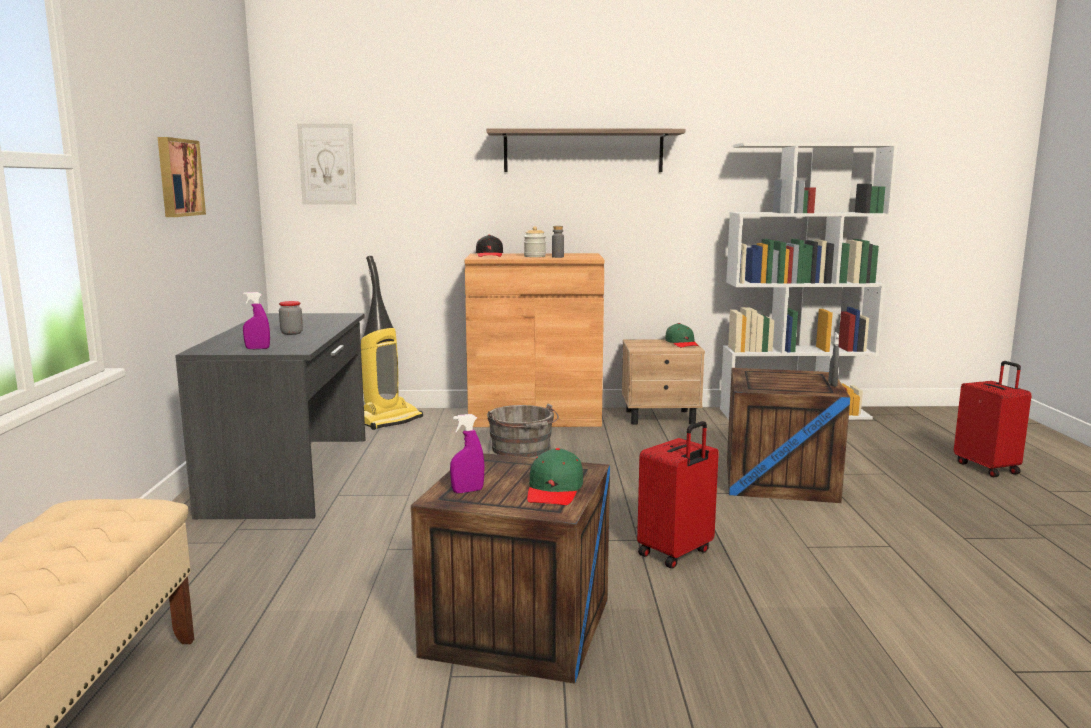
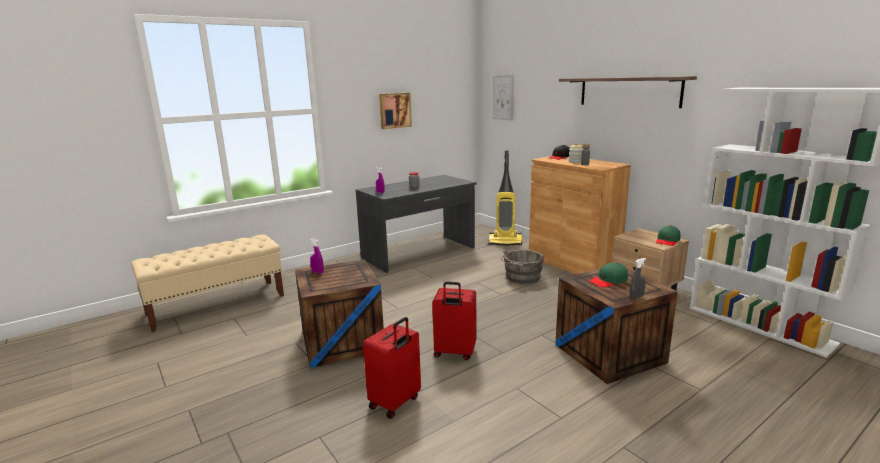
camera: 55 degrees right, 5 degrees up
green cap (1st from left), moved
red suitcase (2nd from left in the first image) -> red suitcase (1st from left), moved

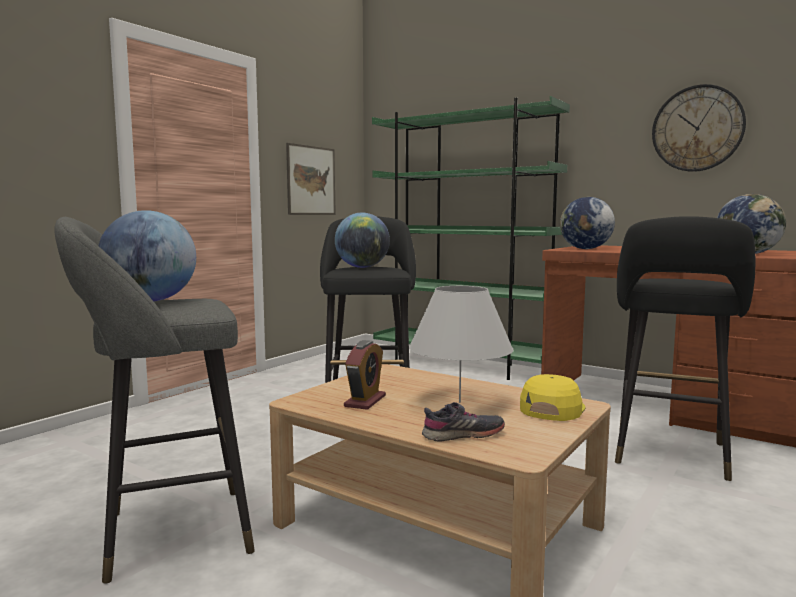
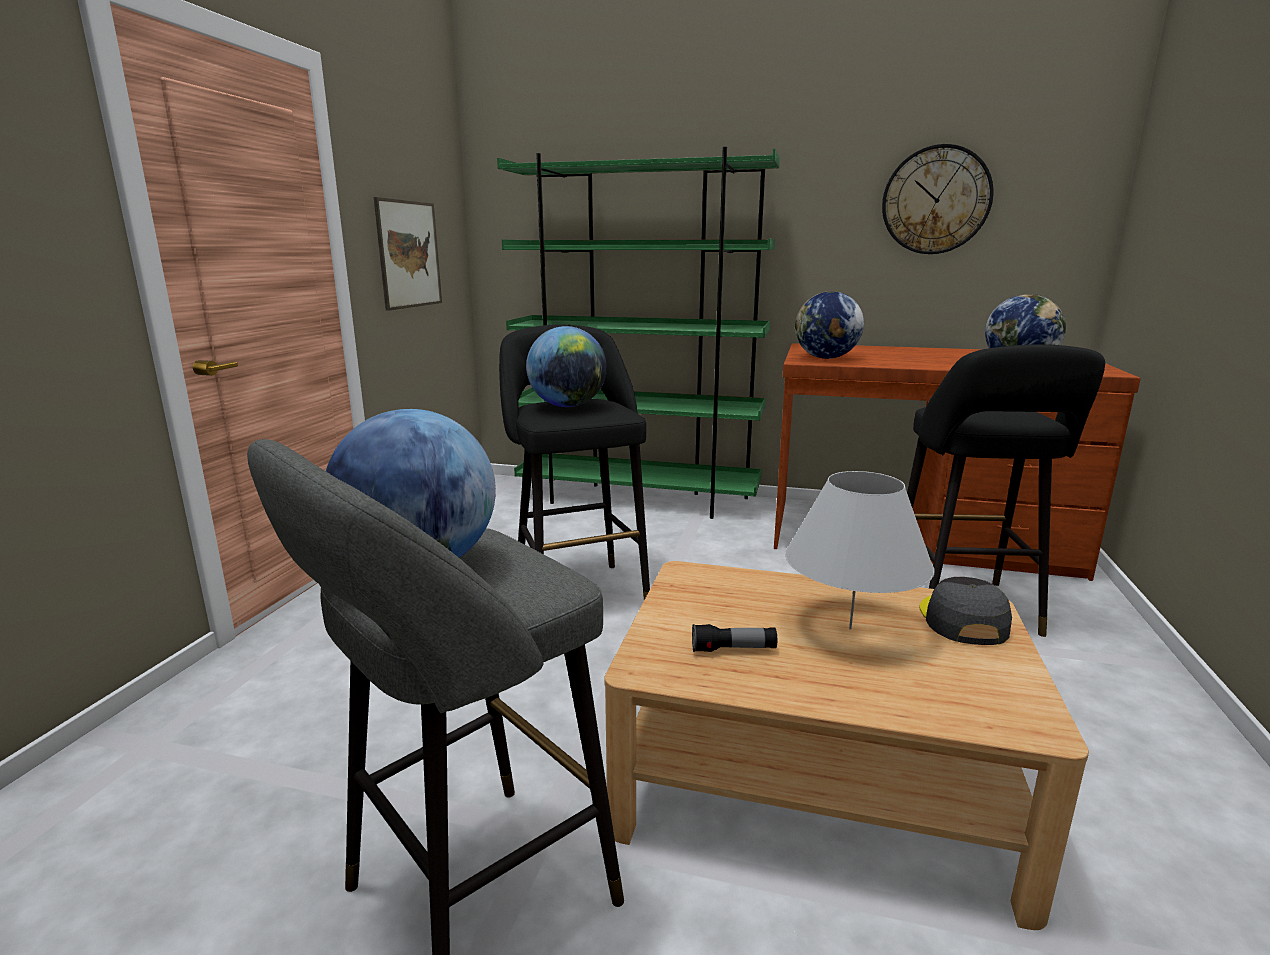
camera: 20 degrees left, 10 degrees up
alarm clock -> flashlight
grey shoe -> none
yellow cap -> grey cap

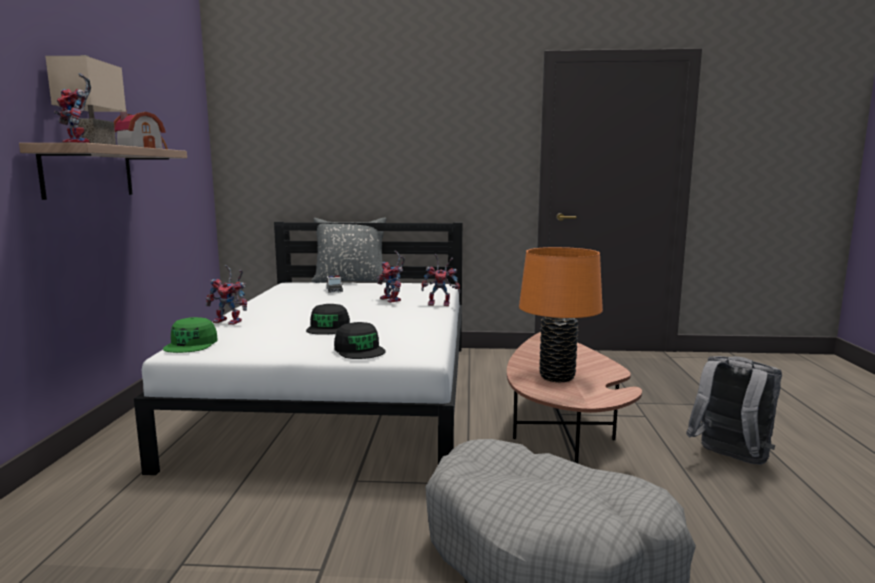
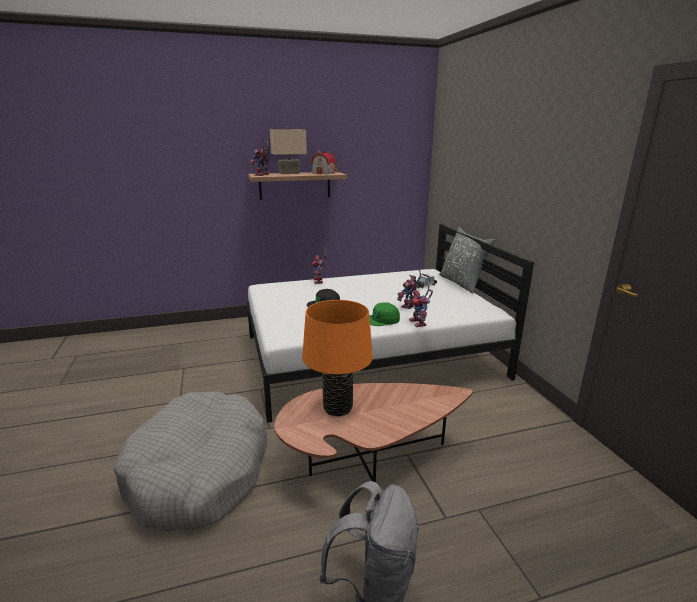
camera: 70 degrees right, 10 degrees up
green cap, moved
black cap (2nd from left) -> none

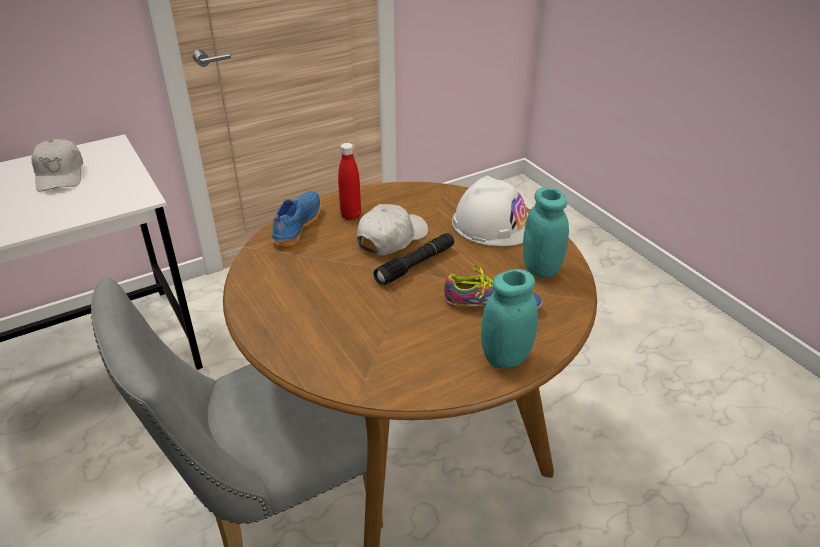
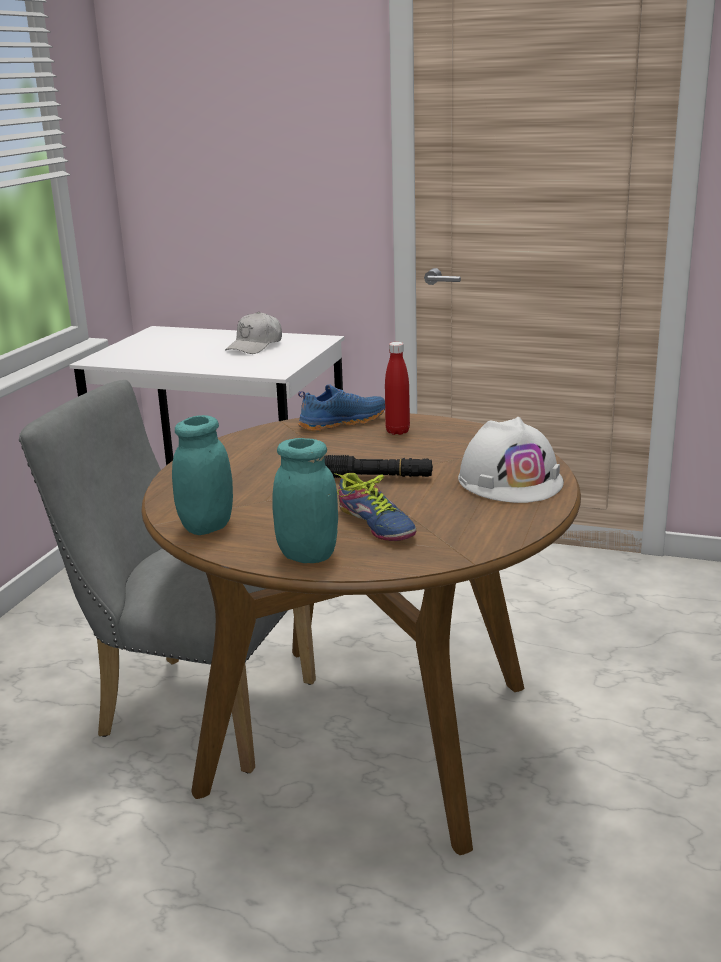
camera: 50 degrees right, 15 degrees down
white cap (2nd from left) -> none
turquoise jar (2nd from left in the first image) -> turquoise jar (1st from left), moved

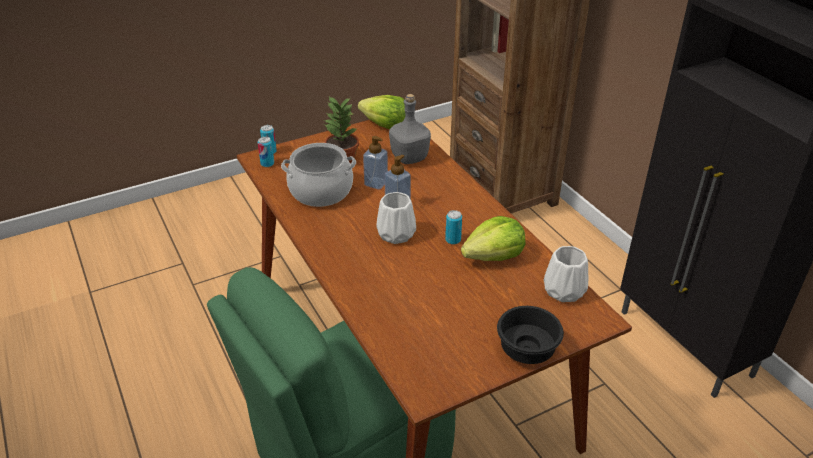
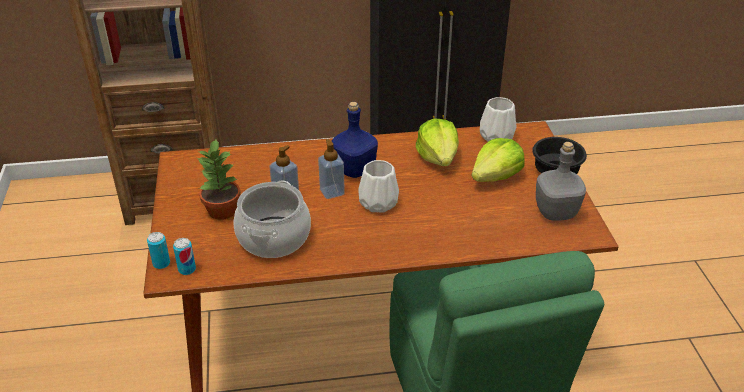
camera: 70 degrees left, 0 degrees up
lettuce (1st from left in the first image) -> lettuce (2nd from left), moved
grey bottle, moved
can (3rd from left) -> none
none -> blue bottle

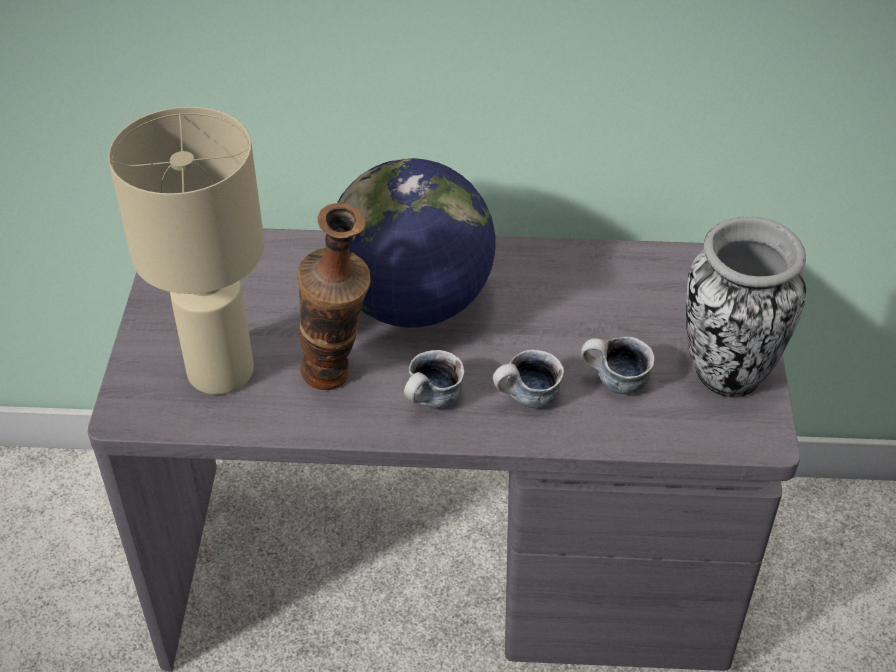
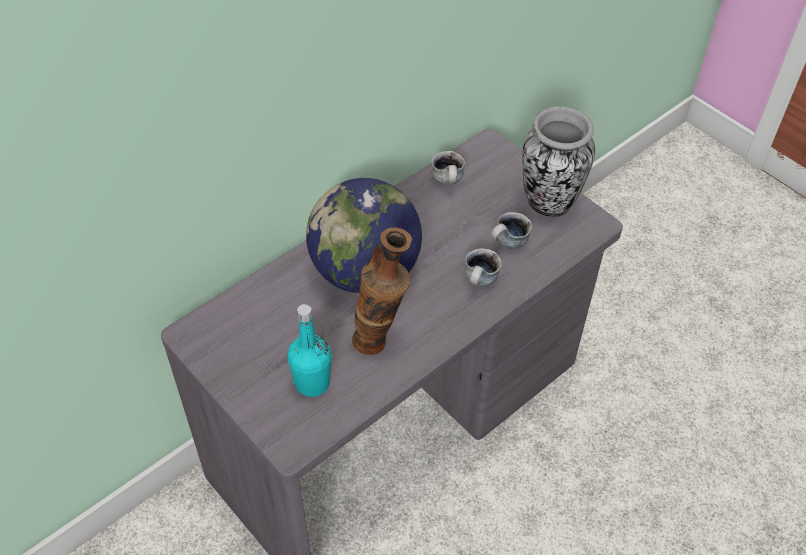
camera: 45 degrees left, 5 degrees up
beige table lamp -> turquoise bottle
mug (1st from left), moved

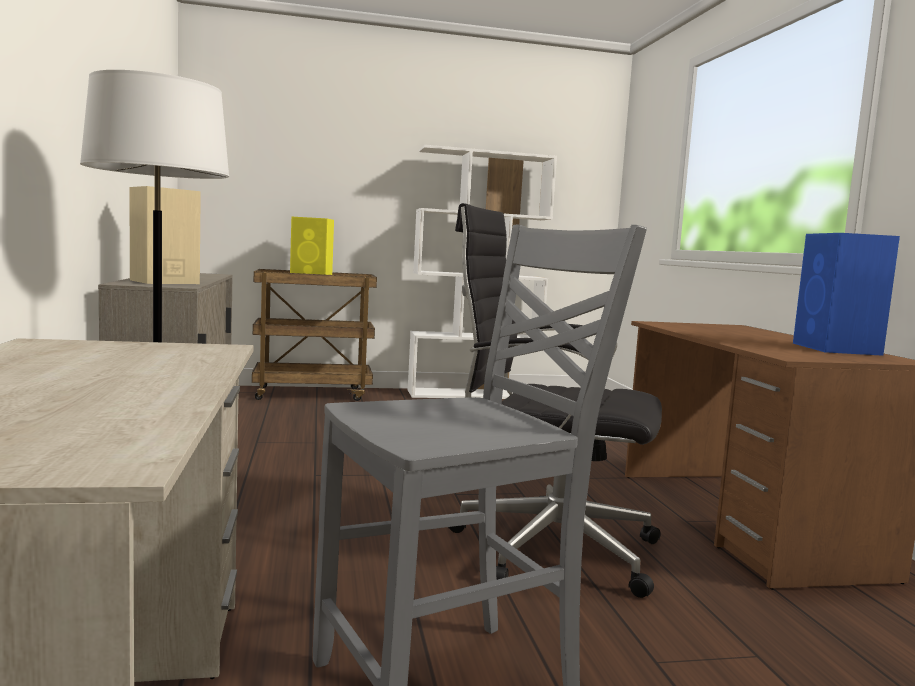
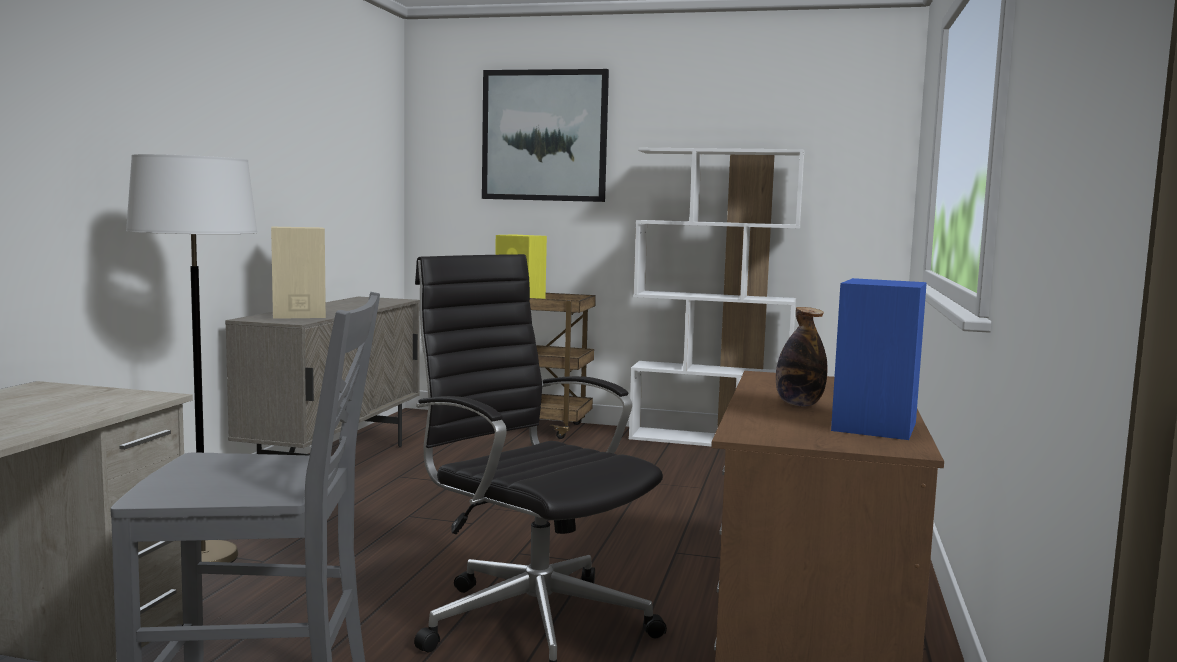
camera: 25 degrees right, 0 degrees up
none -> picture
none -> bottle

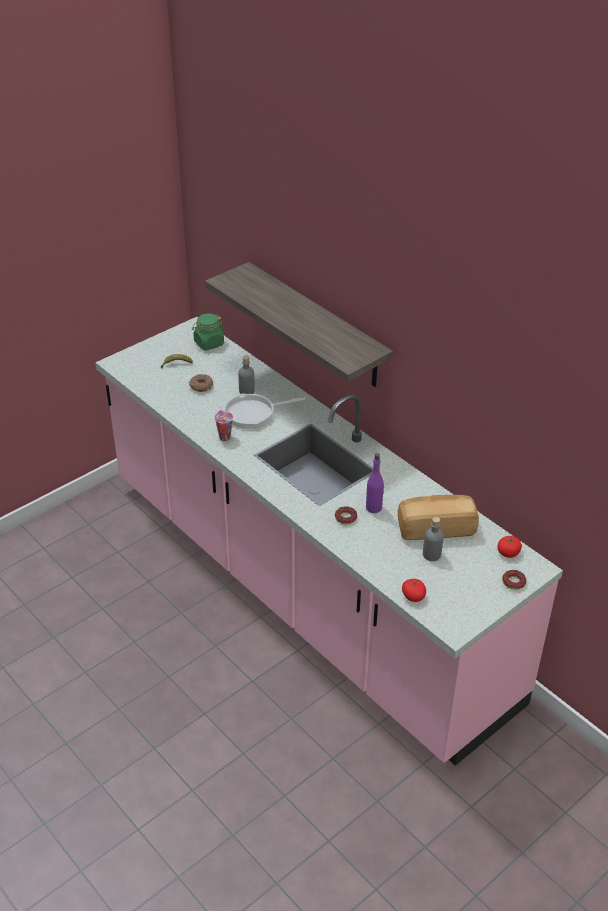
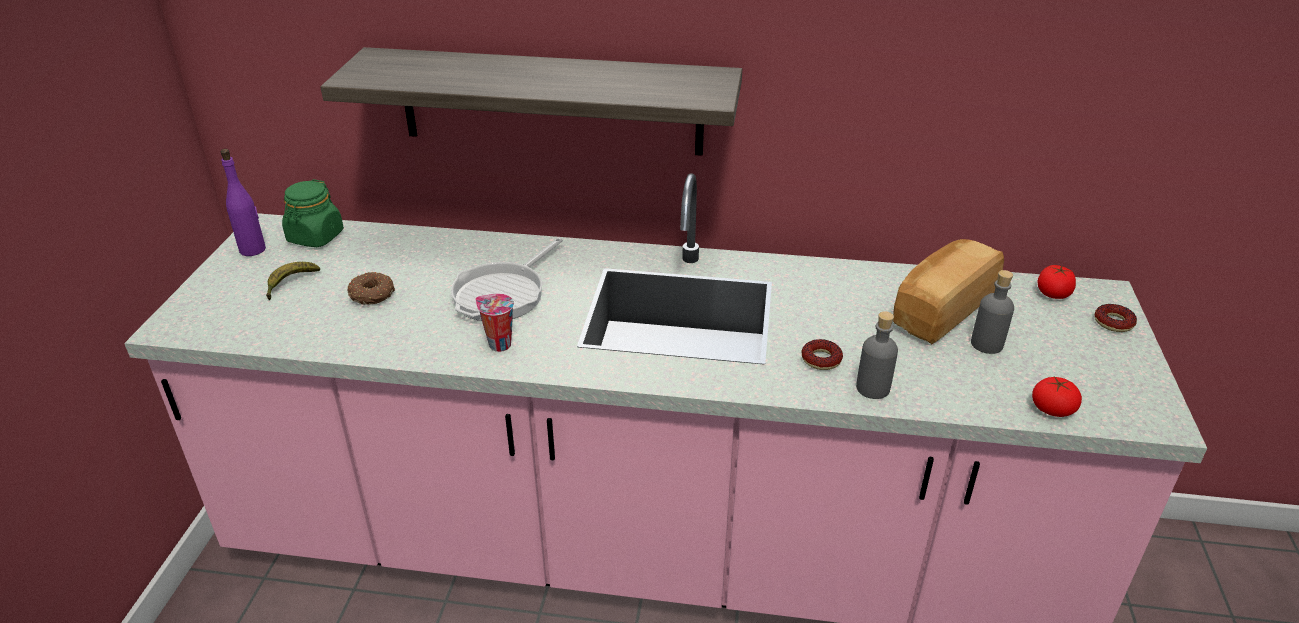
camera: 40 degrees left, 5 degrees down
grey bottle (1st from left), moved
purple bottle, moved

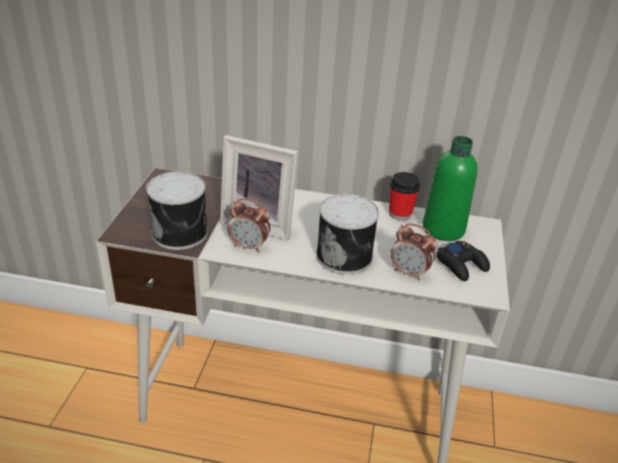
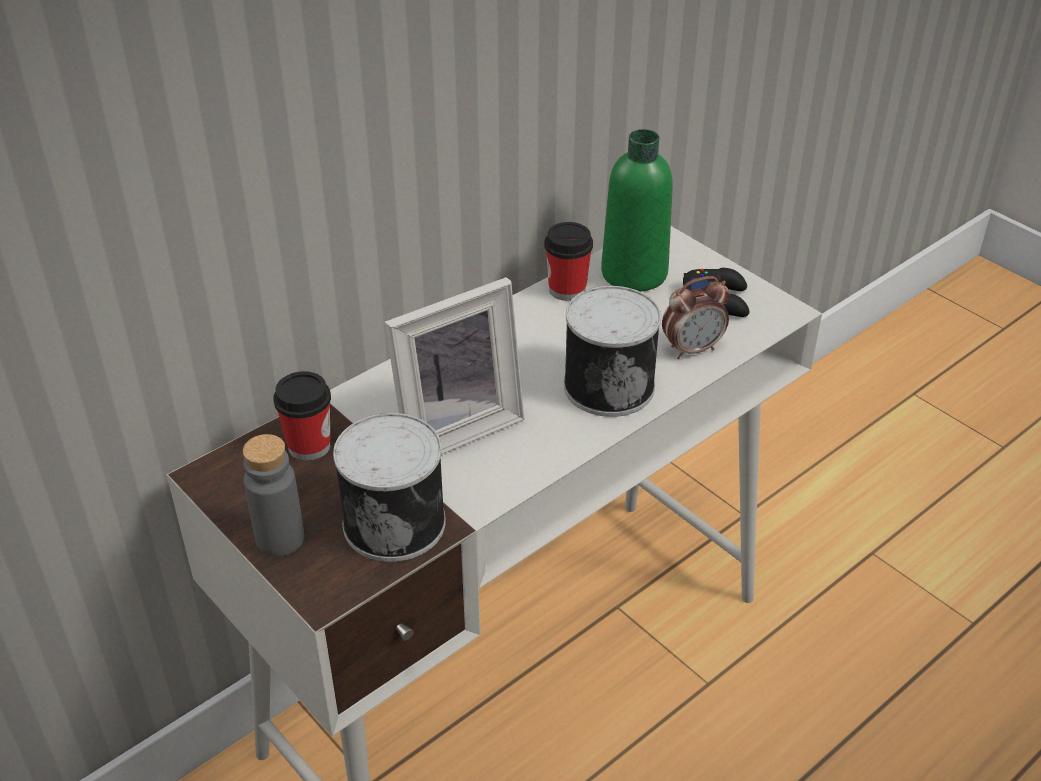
camera: 50 degrees left, 5 degrees up
alarm clock (1st from left) -> none
none -> grey bottle
none -> cup (1st from left)

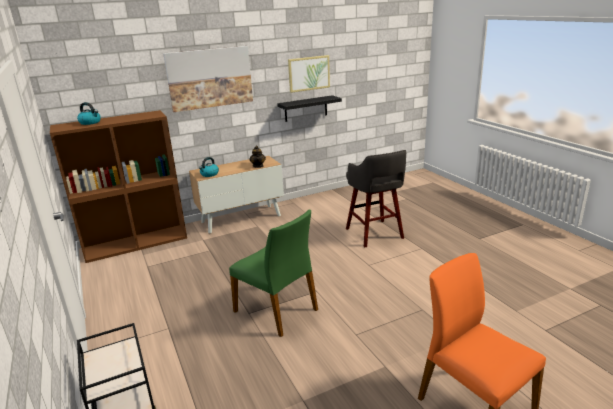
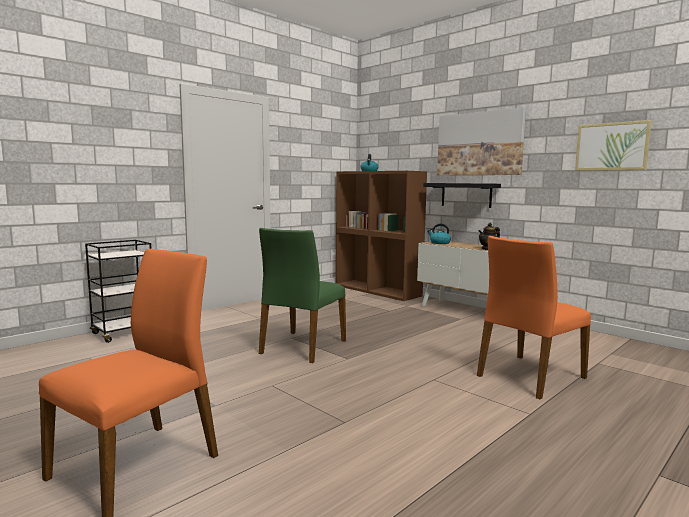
camera: 70 degrees right, 15 degrees down
black shelf, moved
grey stool -> orange chair (2nd from left)

